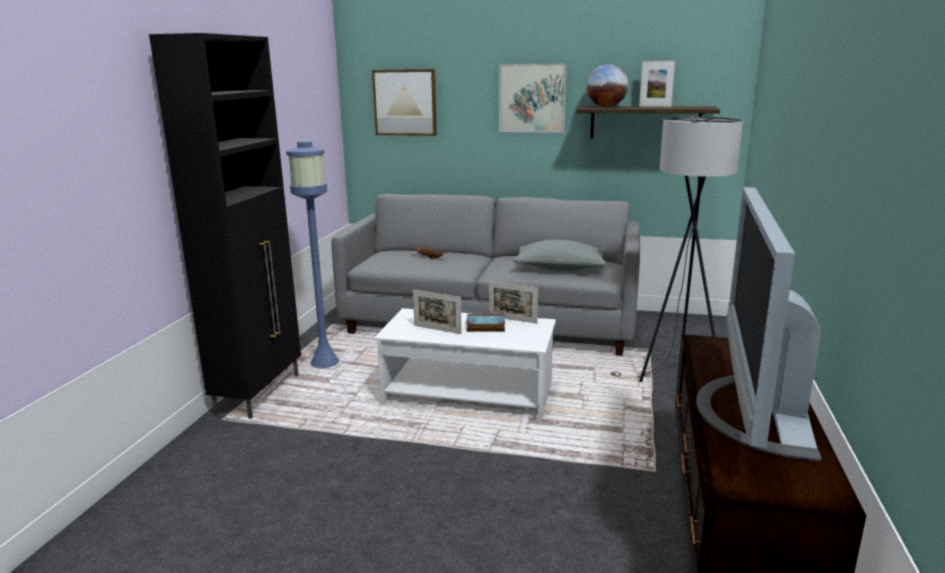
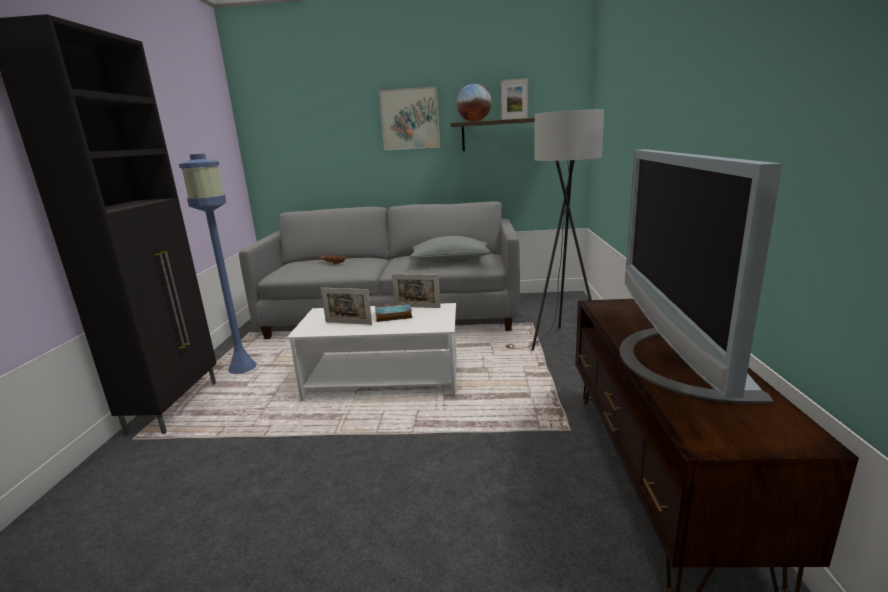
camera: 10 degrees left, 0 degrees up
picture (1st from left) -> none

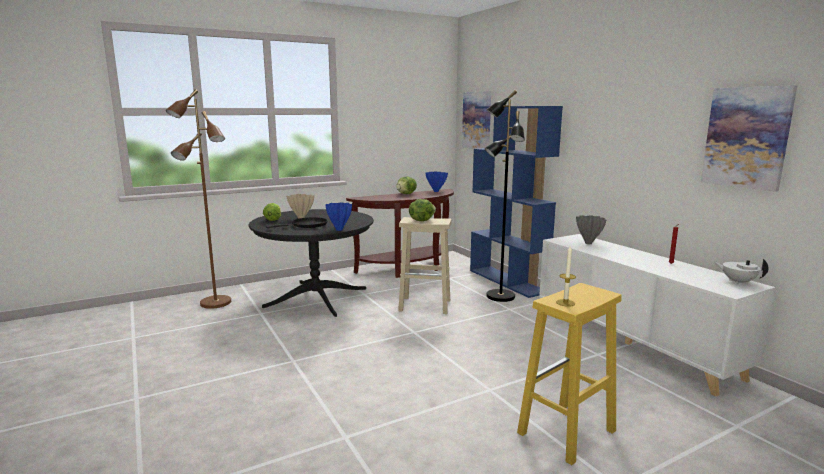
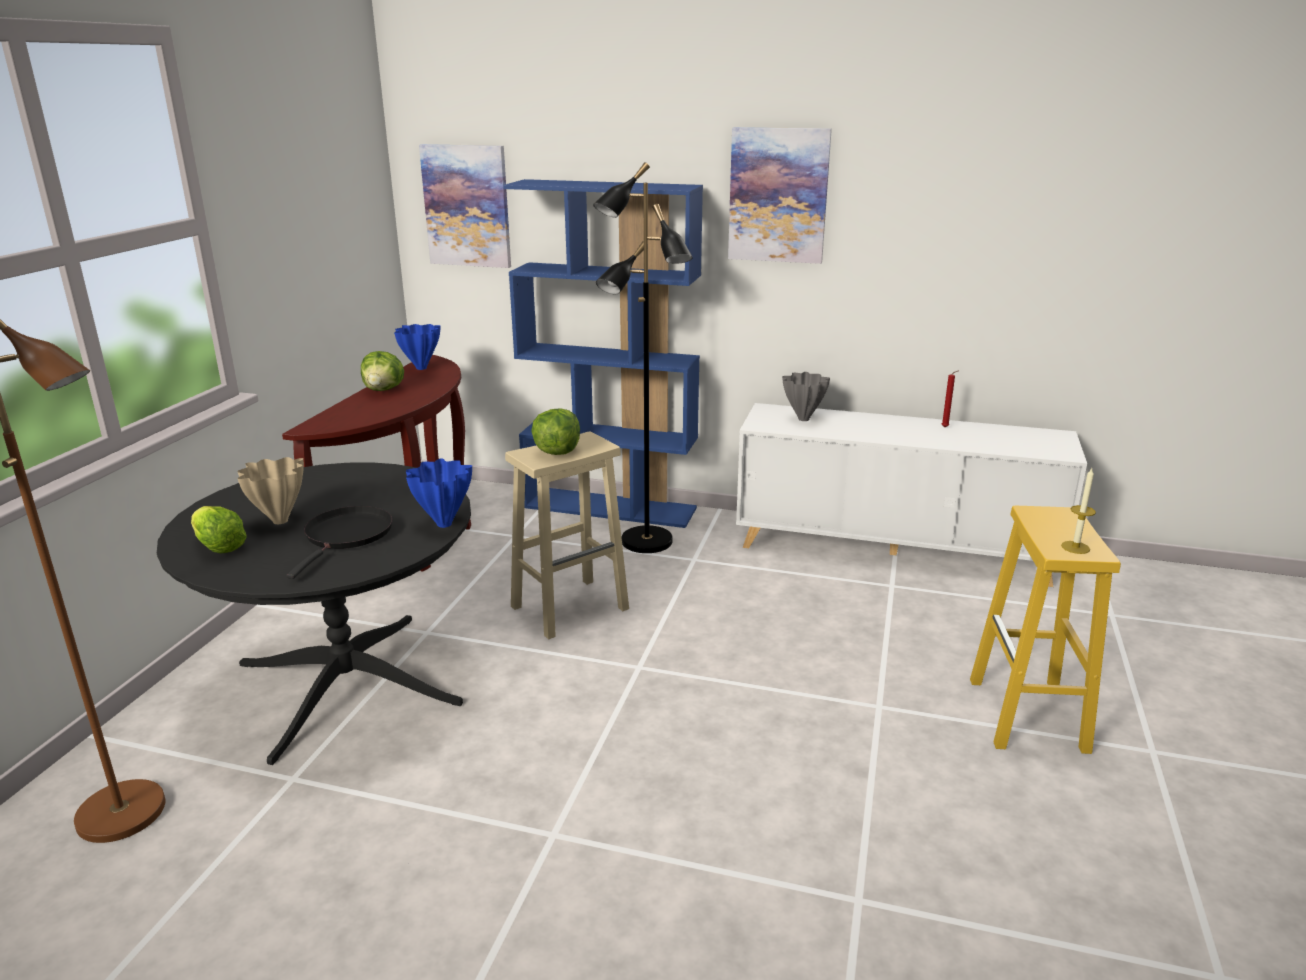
camera: 45 degrees left, 10 degrees up
picture (2nd from left), moved
white teapot -> none

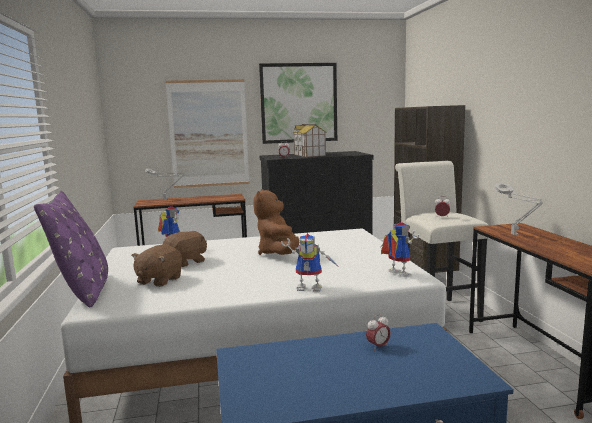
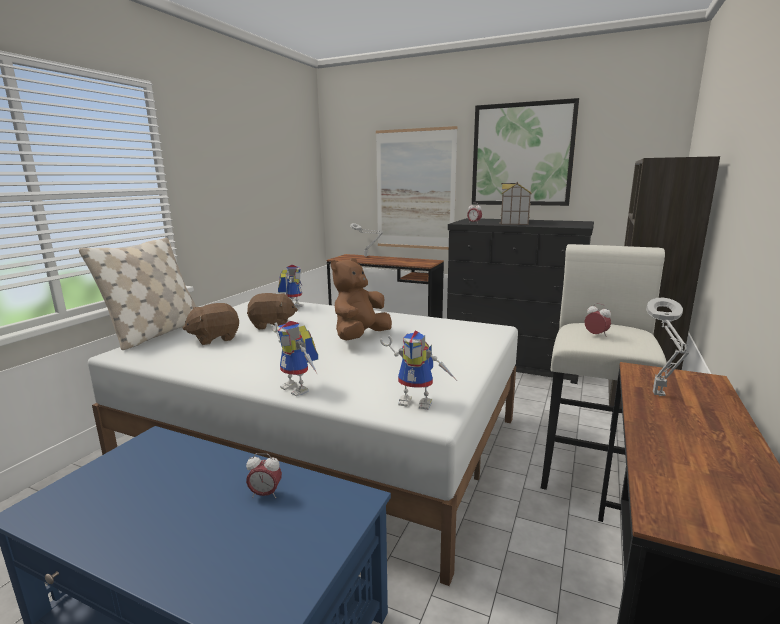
camera: 35 degrees right, 5 degrees up
purple pillow -> beige pillow
toy robot (3rd from left), 105 degrees clockwise

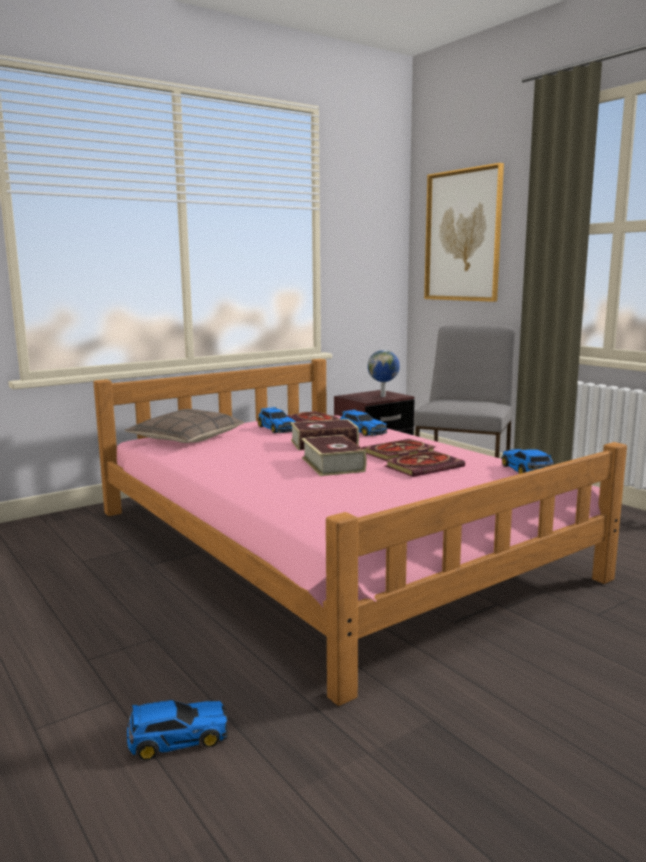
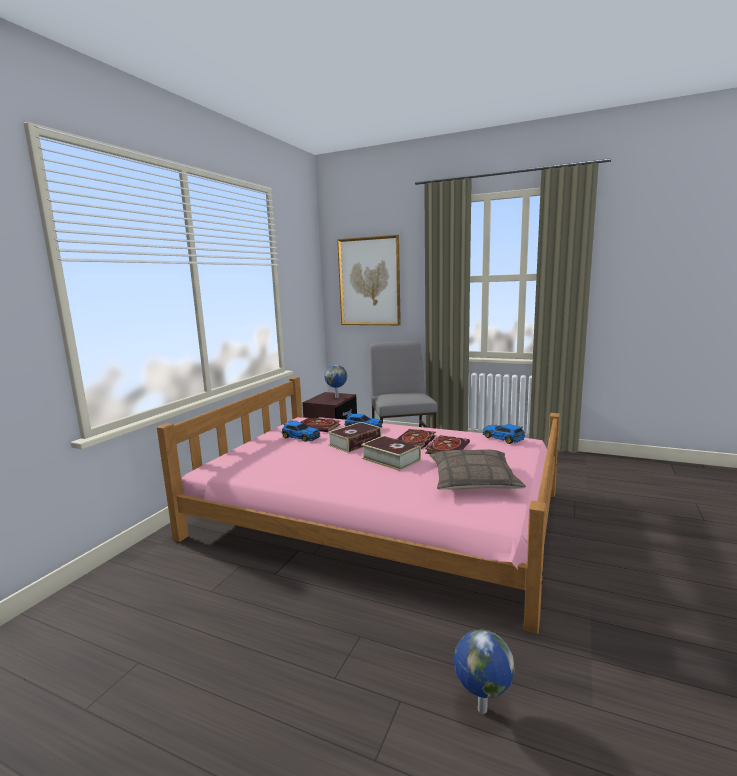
camera: 30 degrees left, 0 degrees up
pillow, moved
toy car (1st from left) -> globe (2nd from left)

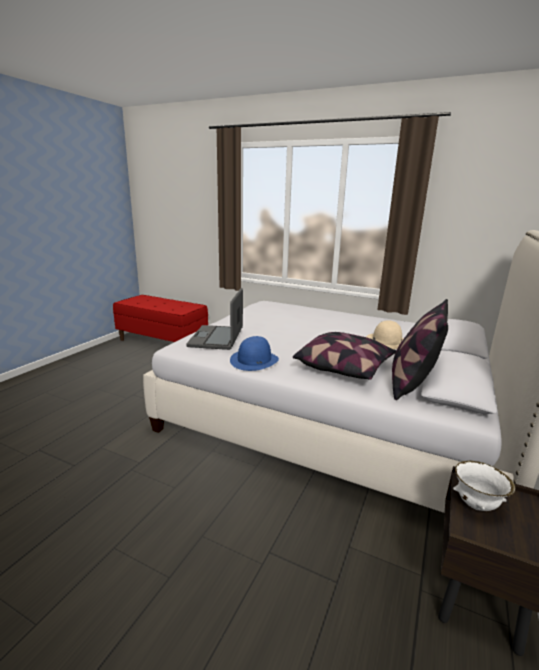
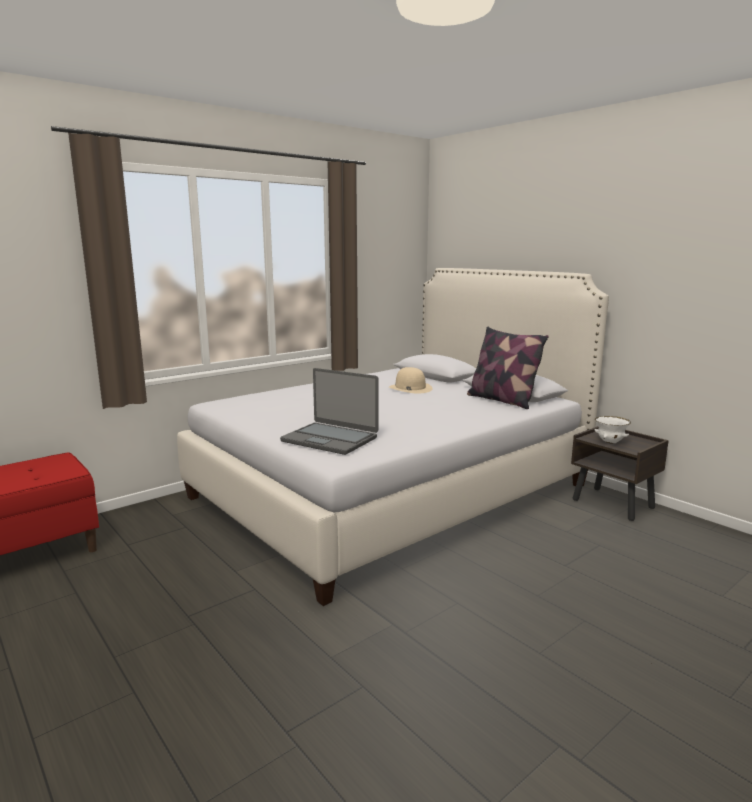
camera: 65 degrees left, 5 degrees down
blue hat -> none
pillow (1st from left) -> none

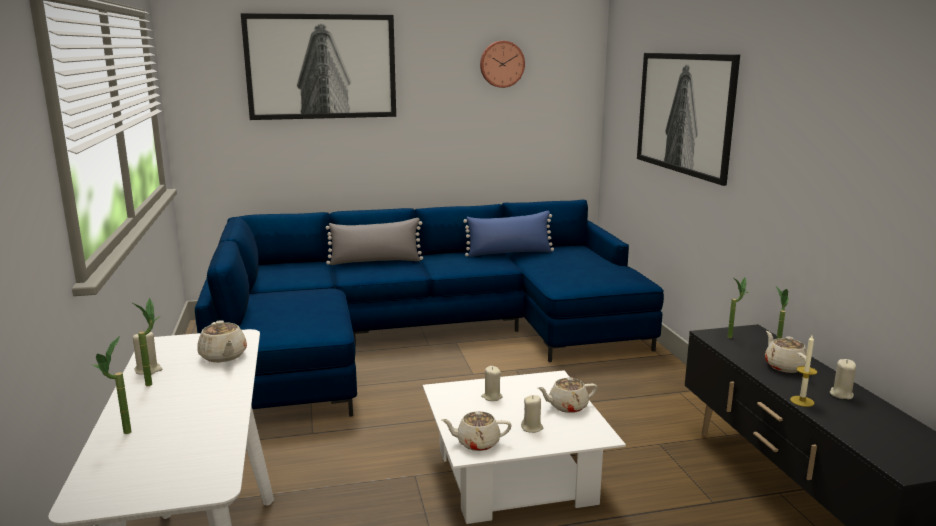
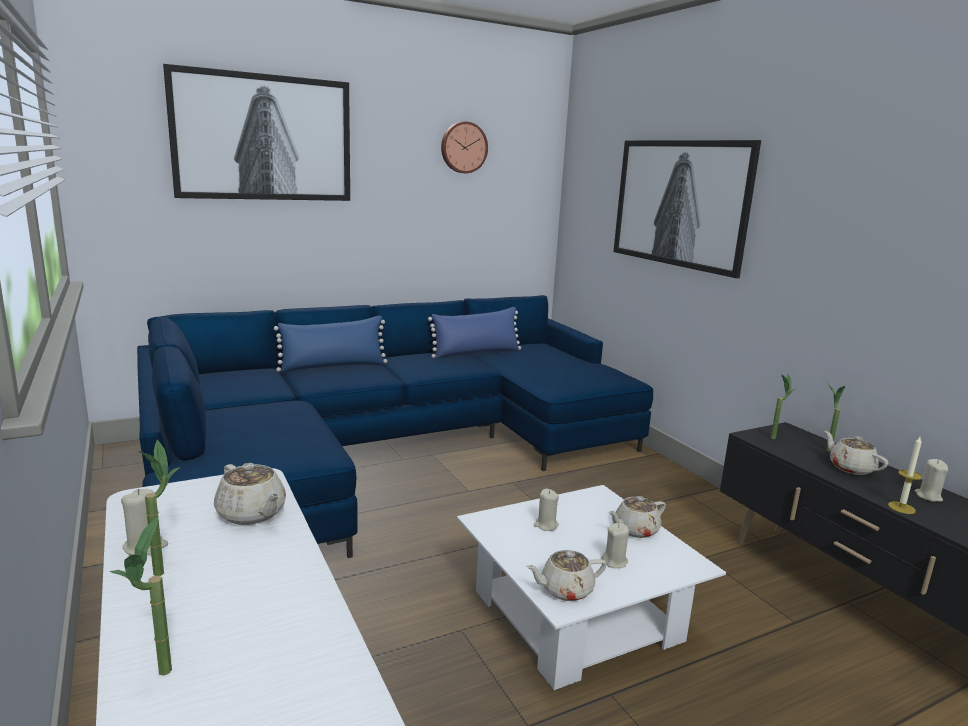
camera: 15 degrees left, 0 degrees up
grey pillow -> blue pillow (1st from left)

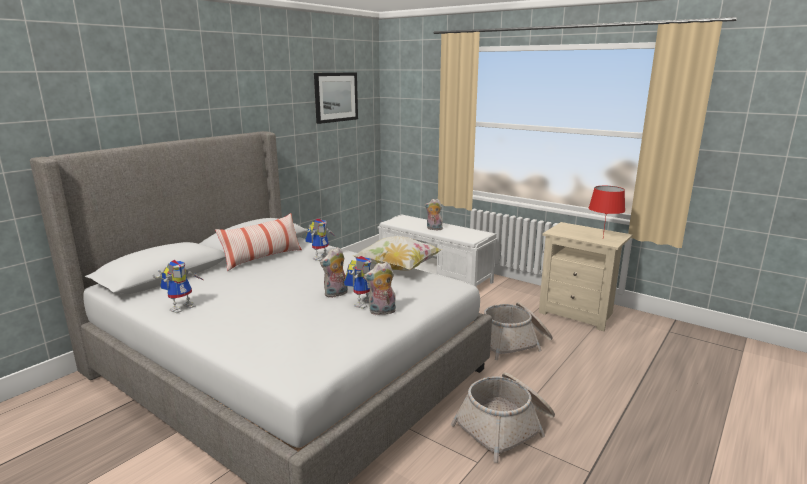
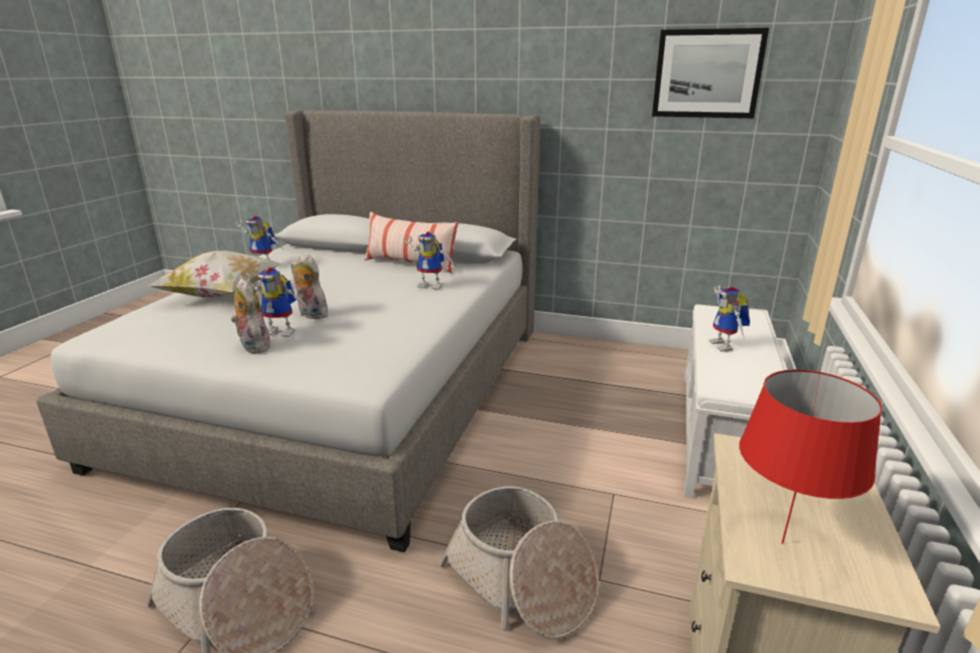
camera: 70 degrees right, 5 degrees up
pillow (2nd from left in the first image) -> pillow (1st from left), moved
plush toy (3rd from left) -> toy robot (4th from left)

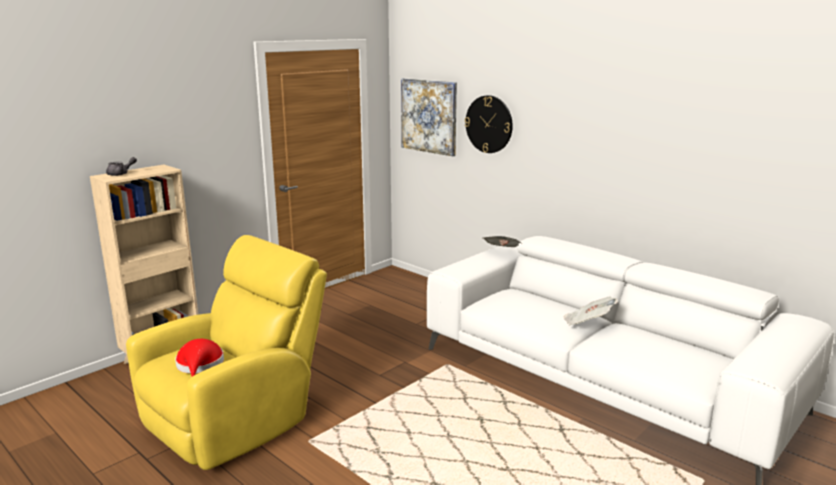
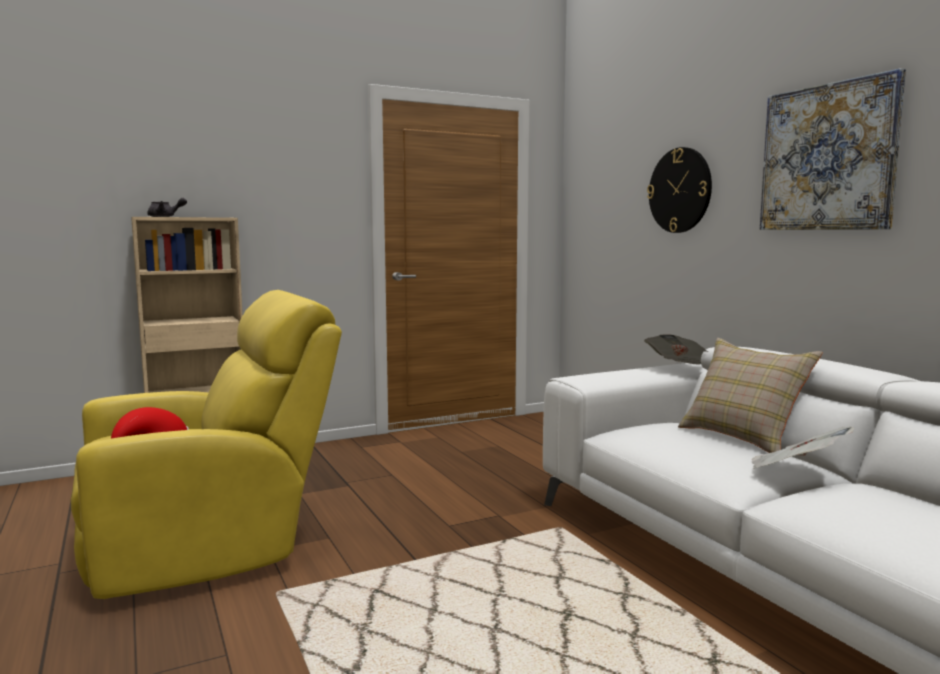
camera: 20 degrees right, 10 degrees down
picture, moved
none -> beige pillow

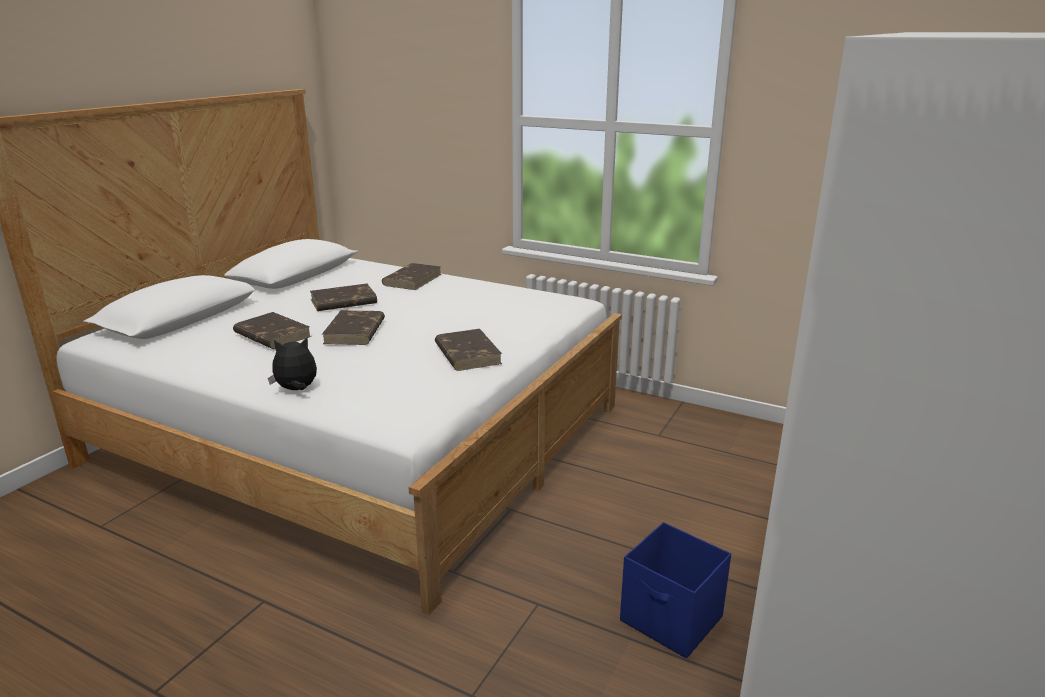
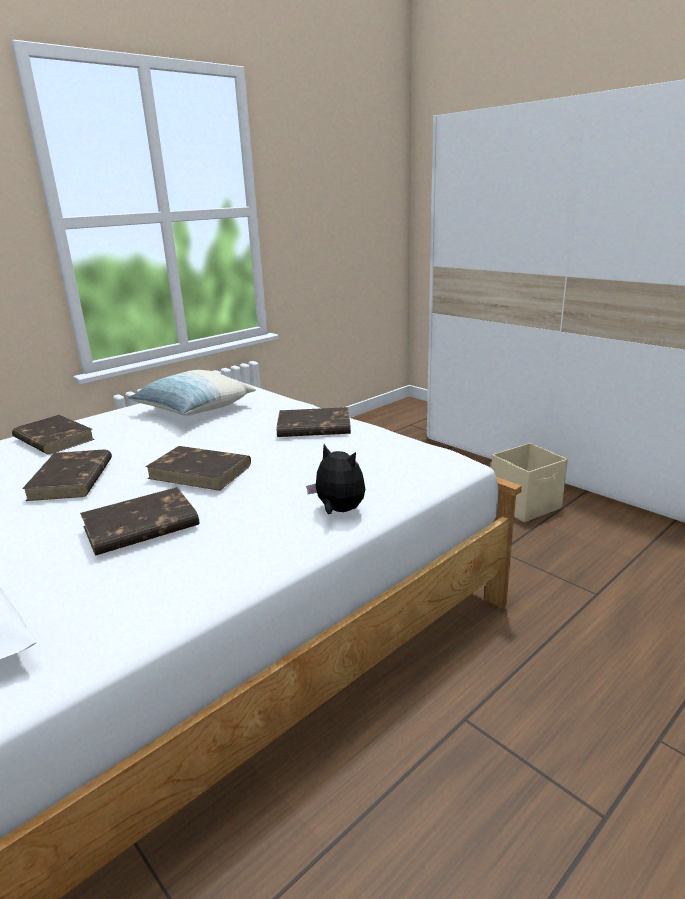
camera: 70 degrees left, 0 degrees up
plush toy, 120 degrees clockwise
blue storage box -> beige storage box
none -> pillow

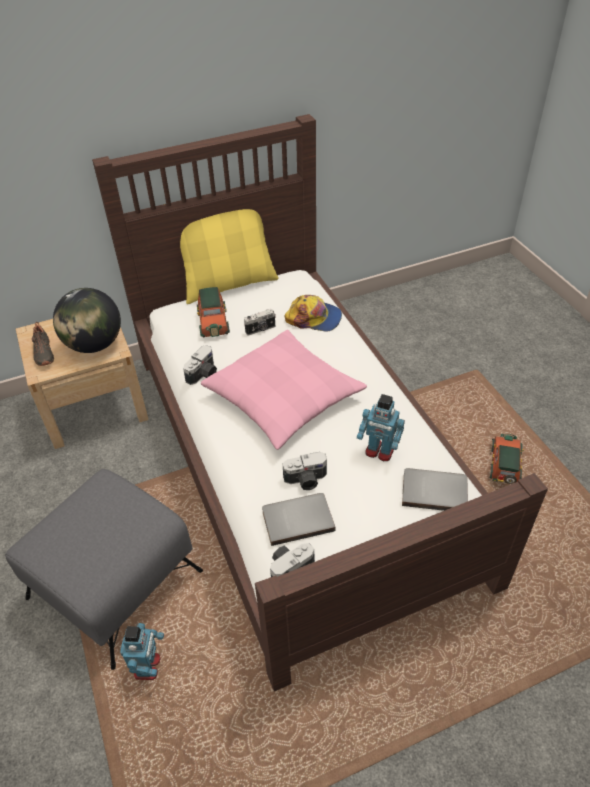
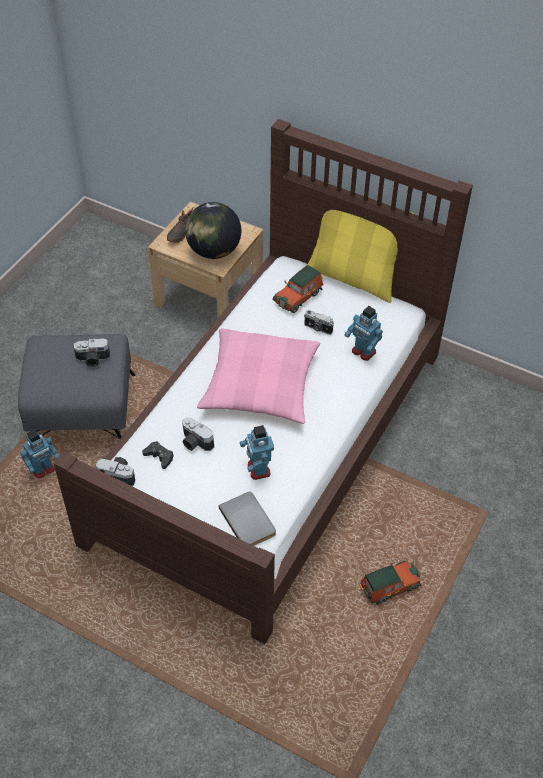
camera: 50 degrees right, 5 degrees up
photo camera (1st from left), moved
grey book (1st from left) -> black game controller
cap -> toy robot (3rd from left)

